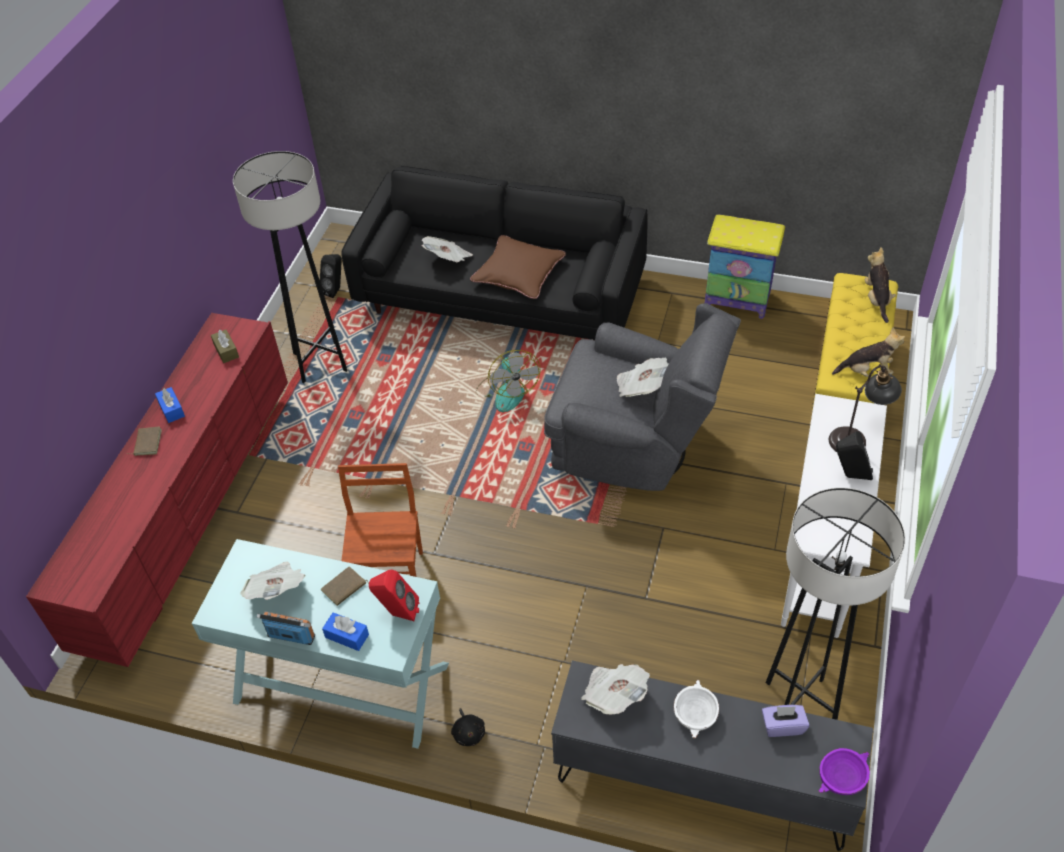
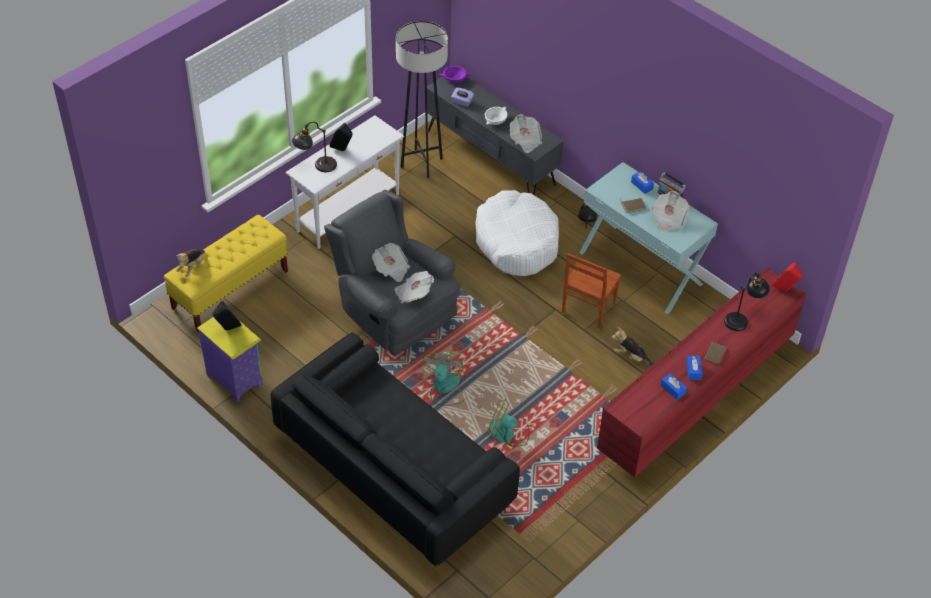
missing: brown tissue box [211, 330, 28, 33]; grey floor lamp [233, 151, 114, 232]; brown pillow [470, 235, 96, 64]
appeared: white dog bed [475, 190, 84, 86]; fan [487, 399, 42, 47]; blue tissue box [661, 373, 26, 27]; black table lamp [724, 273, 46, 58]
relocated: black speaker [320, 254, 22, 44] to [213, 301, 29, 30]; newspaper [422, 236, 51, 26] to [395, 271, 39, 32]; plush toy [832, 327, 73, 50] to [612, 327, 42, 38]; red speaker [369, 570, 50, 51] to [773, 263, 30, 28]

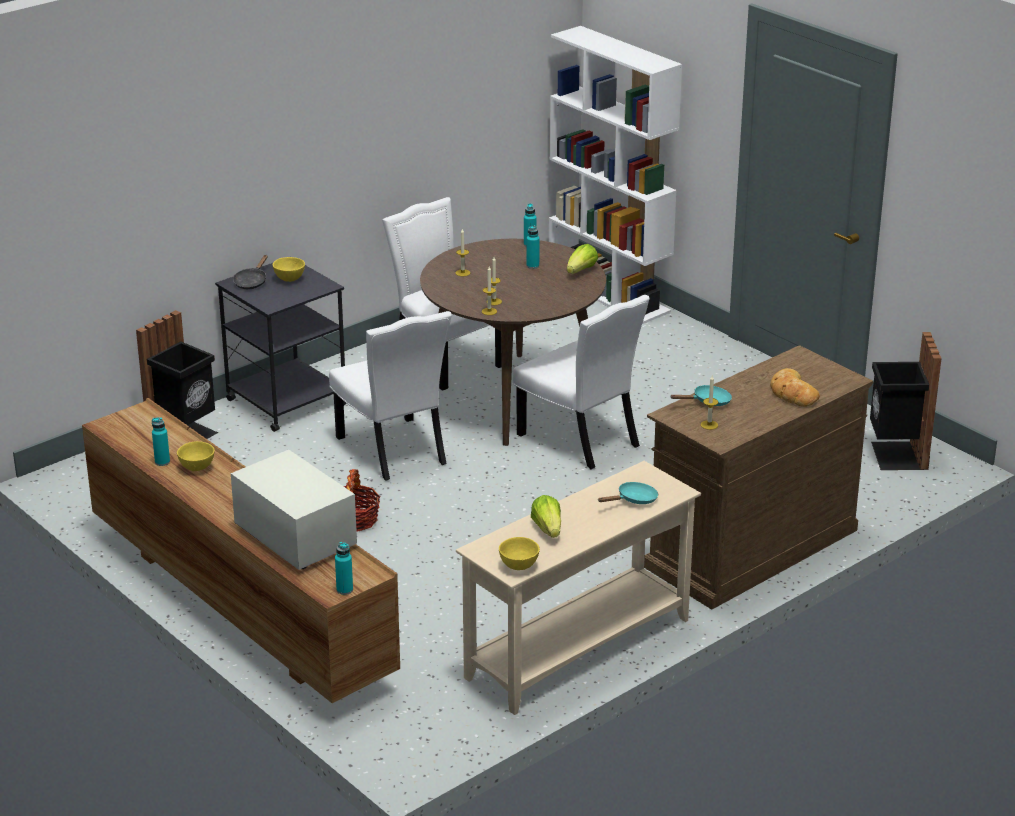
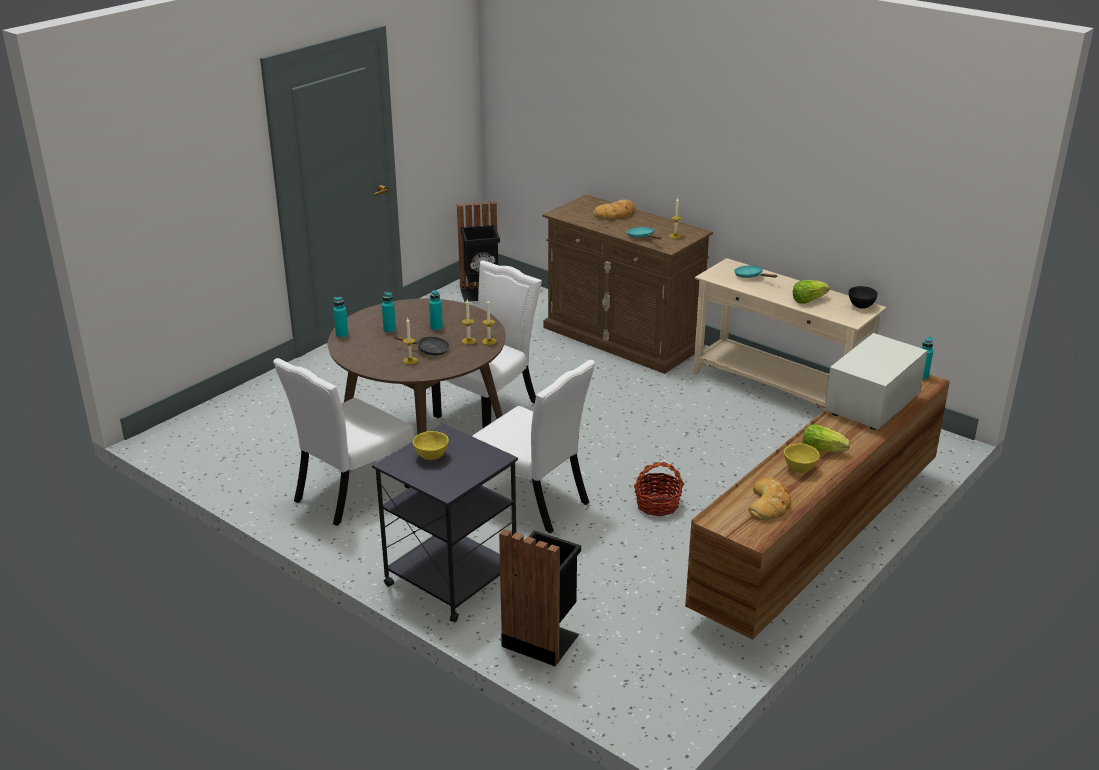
missing: white bookcase [549, 26, 133, 298]
appeared: bread [749, 478, 42, 42]
relocated: black frying pan [233, 255, 35, 34] to [395, 336, 55, 20]; turquoise bottle [152, 417, 18, 49] to [429, 290, 14, 41]; lettuce [567, 244, 31, 30] to [802, 424, 48, 28]
colour: yellow bowl [499, 537, 41, 33] to black bowl [849, 286, 29, 23]
spun: white chair [329, 311, 123, 170] = [472, 360, 123, 173] 75 degrees clockwise

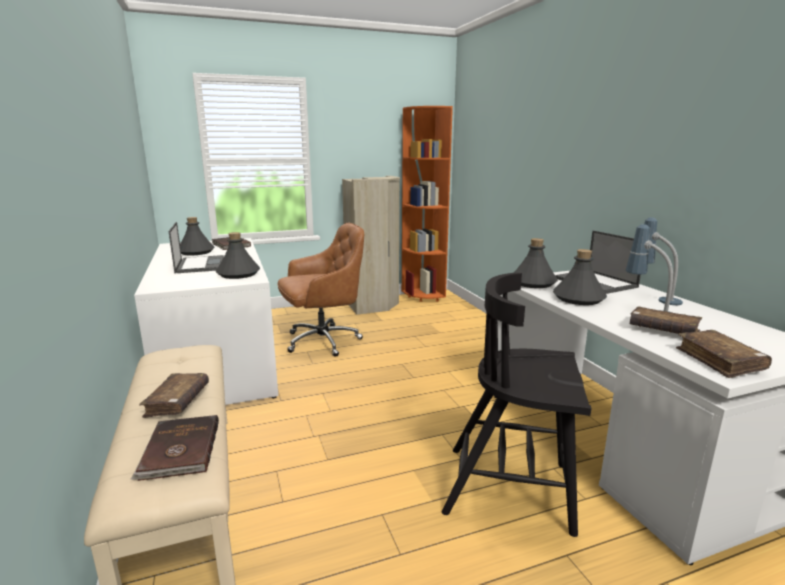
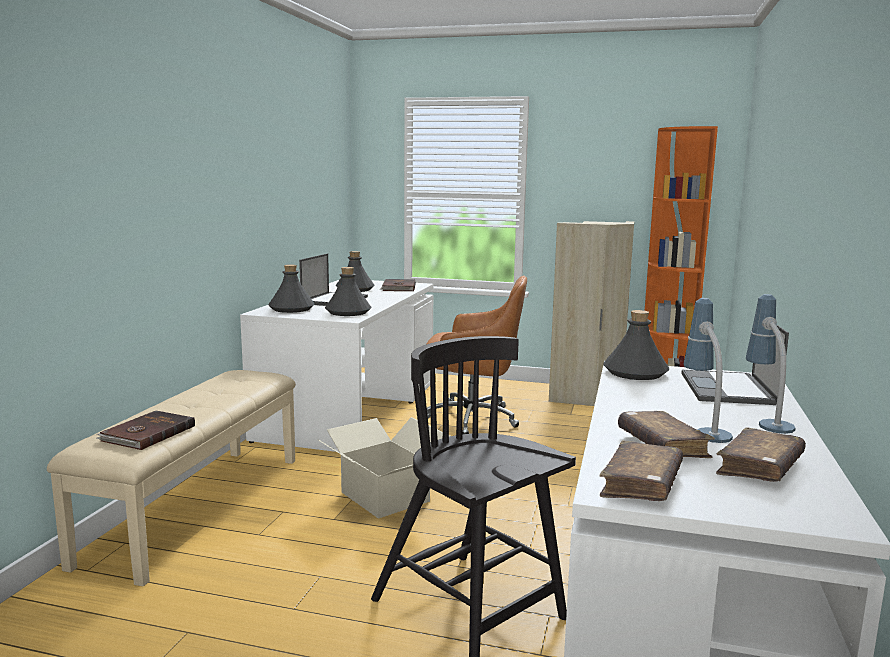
appeared: cardboard box [318, 417, 132, 102]
relocated: grey bottle [553, 249, 54, 56] to [268, 264, 46, 49]; brown book [139, 373, 70, 45] to [716, 427, 90, 55]

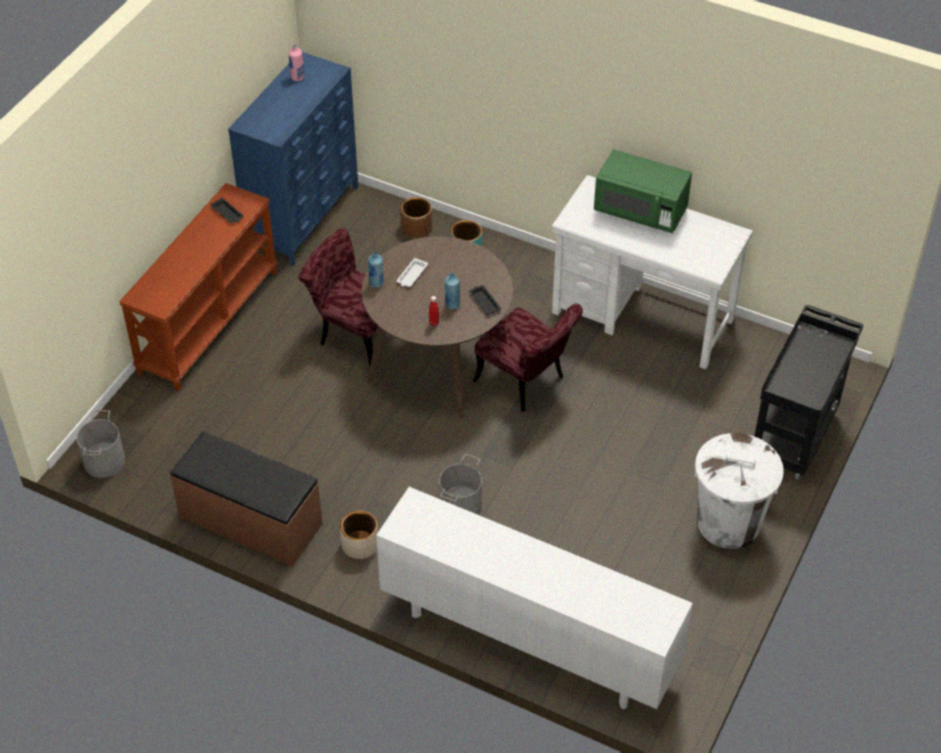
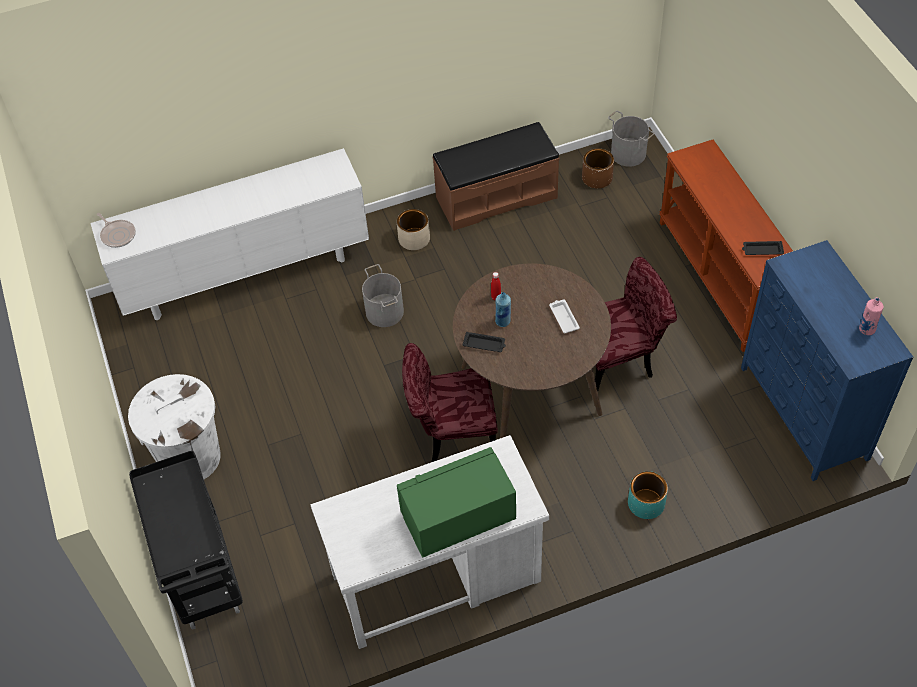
missing: blue bottle [368, 252, 16, 36]
appeared: frying pan [97, 213, 39, 35]
relocated: brown planter [400, 197, 33, 41] to [582, 148, 32, 41]

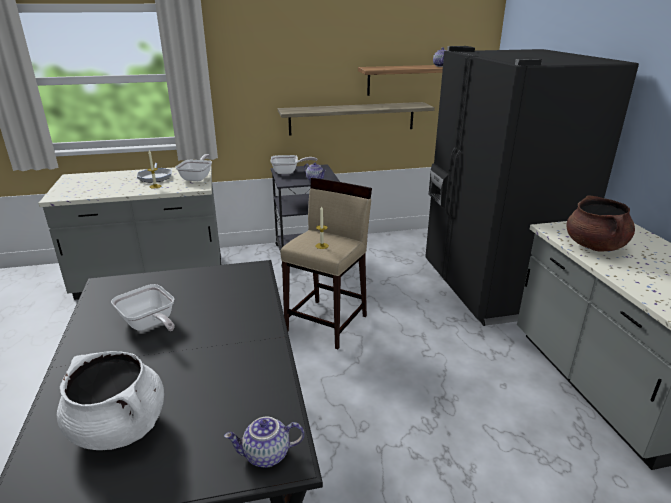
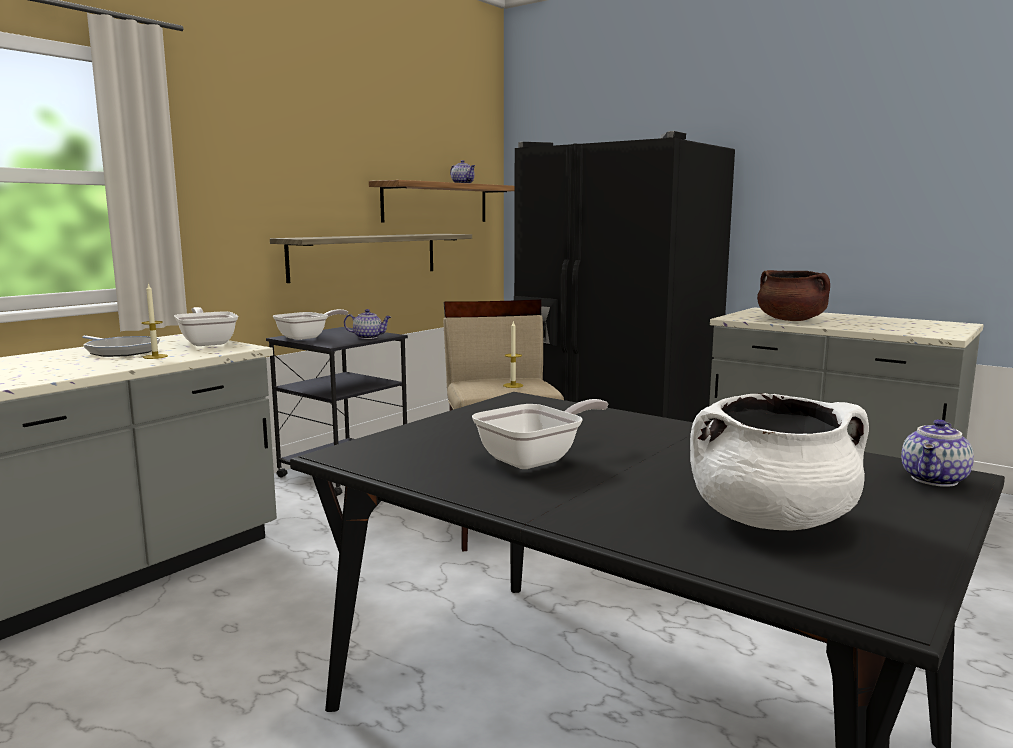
spun: frying pan [111, 284, 64, 47] = [472, 399, 136, 70] 45 degrees counterclockwise

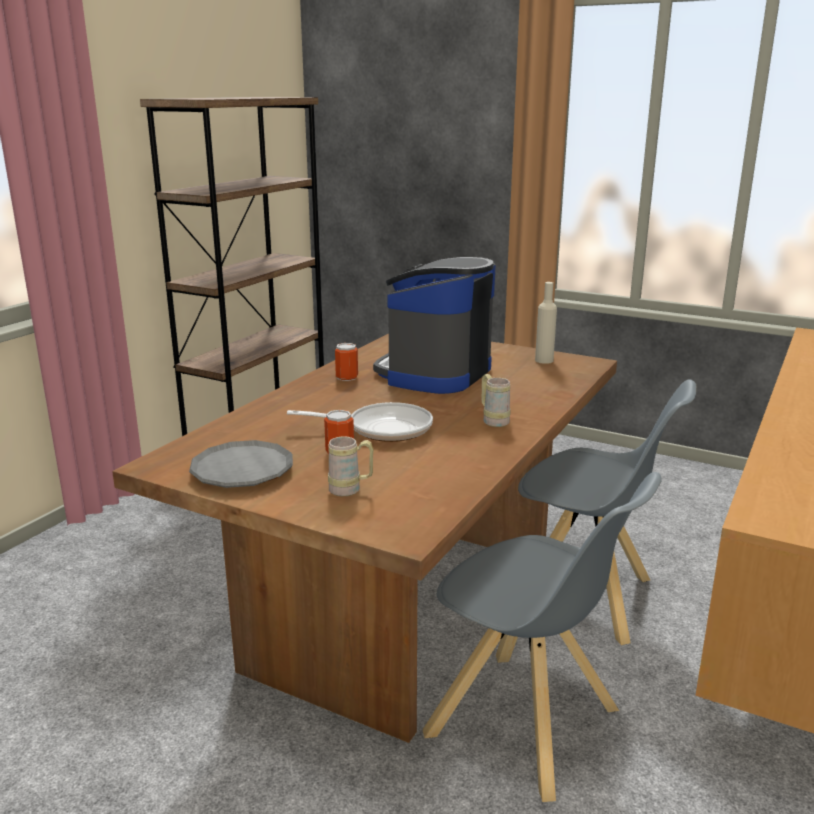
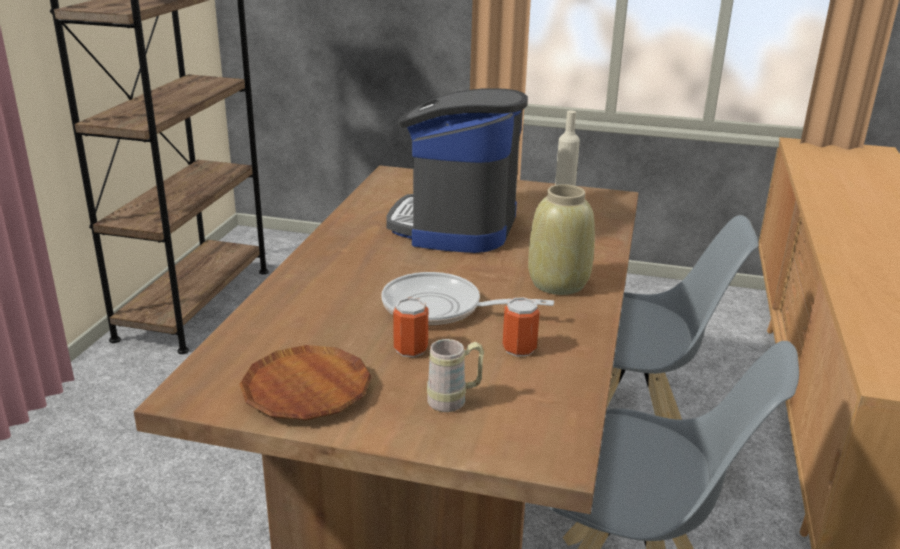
relocated: can [335, 343, 23, 38] to [503, 297, 37, 60]
exchanged: beige mug [481, 374, 29, 53] to beige vase [528, 184, 67, 111]
colour: grey plate [189, 440, 104, 48] to brown plate [239, 345, 133, 75]
spun: frying pan [287, 402, 146, 40] = [381, 272, 173, 54] 150 degrees counterclockwise

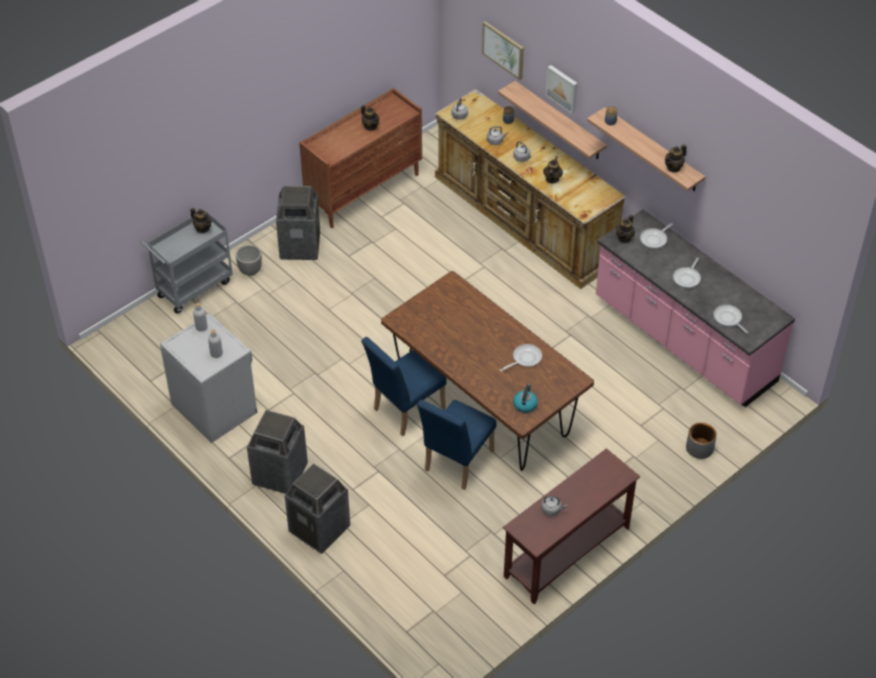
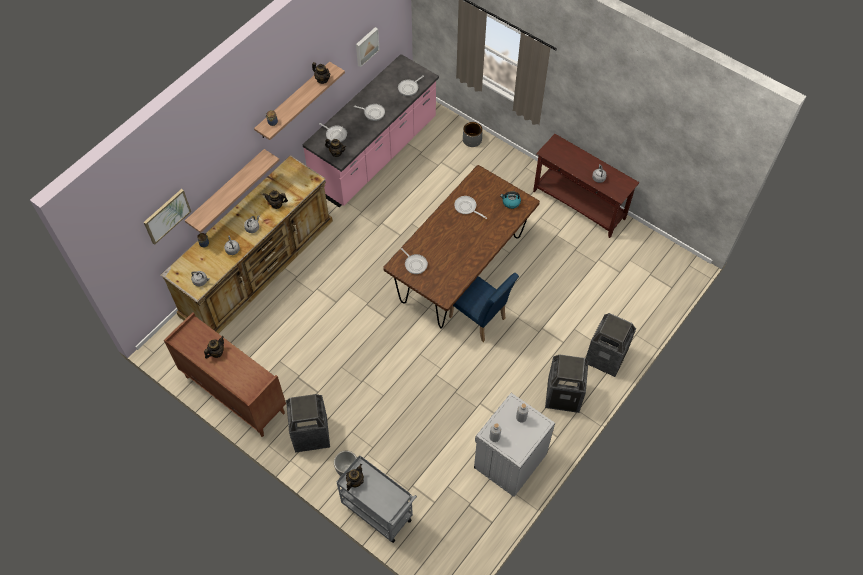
missing: blue chair [417, 400, 79, 90]
appeared: frying pan [401, 248, 27, 26]
relocated: picture [546, 65, 32, 49] to [356, 27, 23, 40]

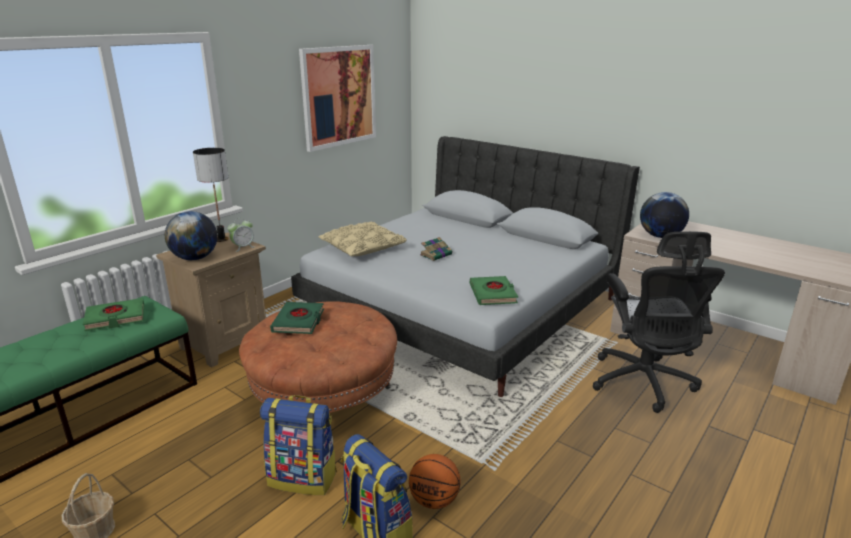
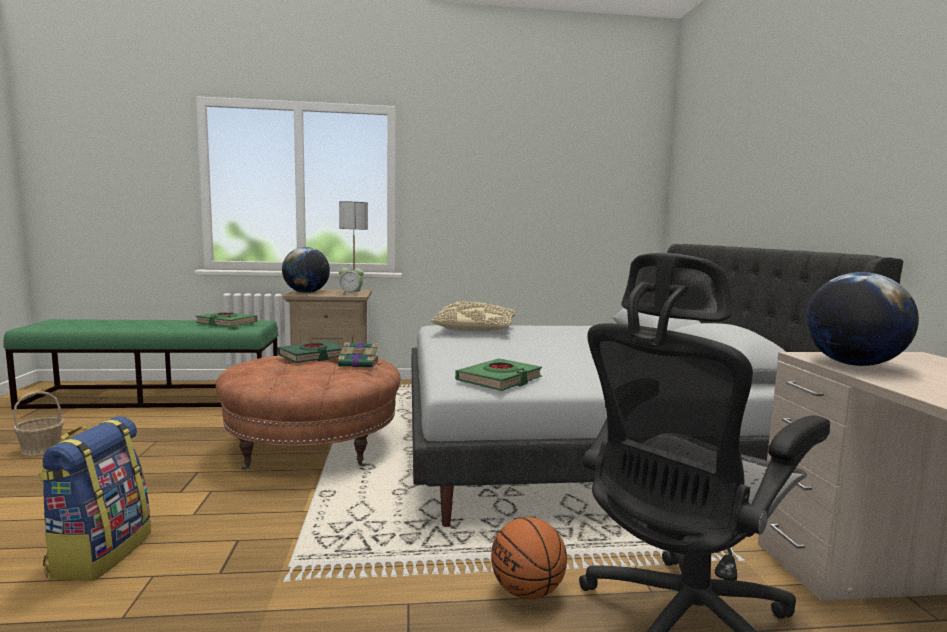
missing: backpack [260, 395, 77, 100]; picture [299, 45, 77, 107]
relocated: book [420, 237, 32, 24] to [338, 342, 42, 26]; basketball [409, 454, 51, 55] to [491, 517, 76, 82]

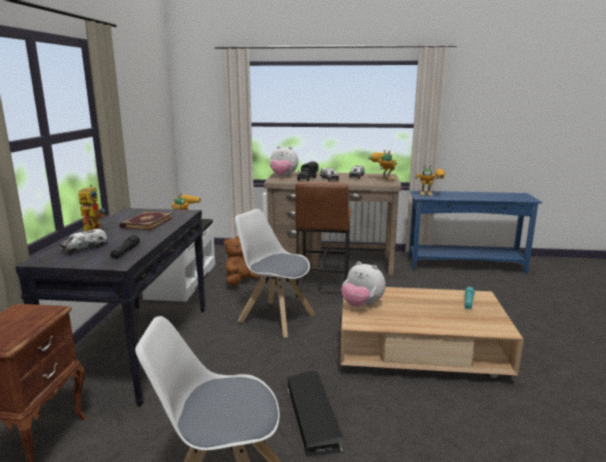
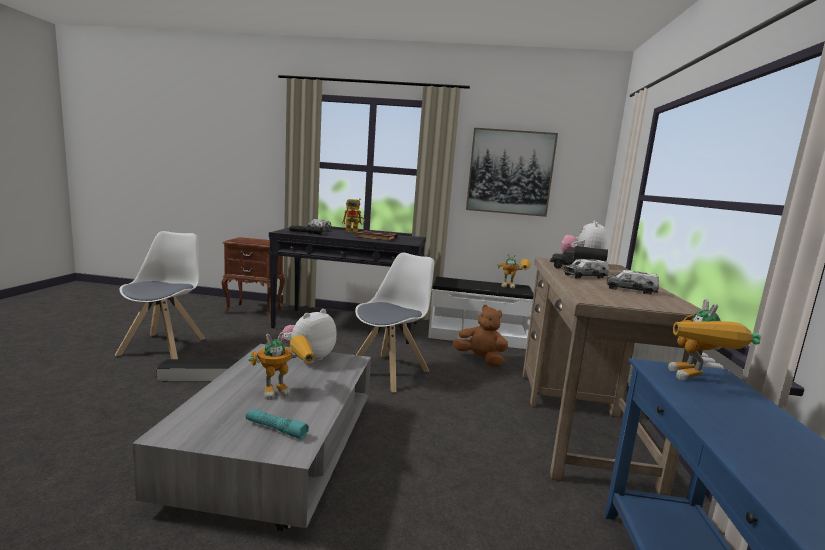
missing: brown stool [295, 182, 56, 116]
appeared: picture [466, 128, 92, 89]
relocated: toy robot [368, 149, 29, 32] to [248, 332, 66, 68]
colour: brown coffee table [340, 287, 184, 91] to grey coffee table [132, 344, 239, 187]

